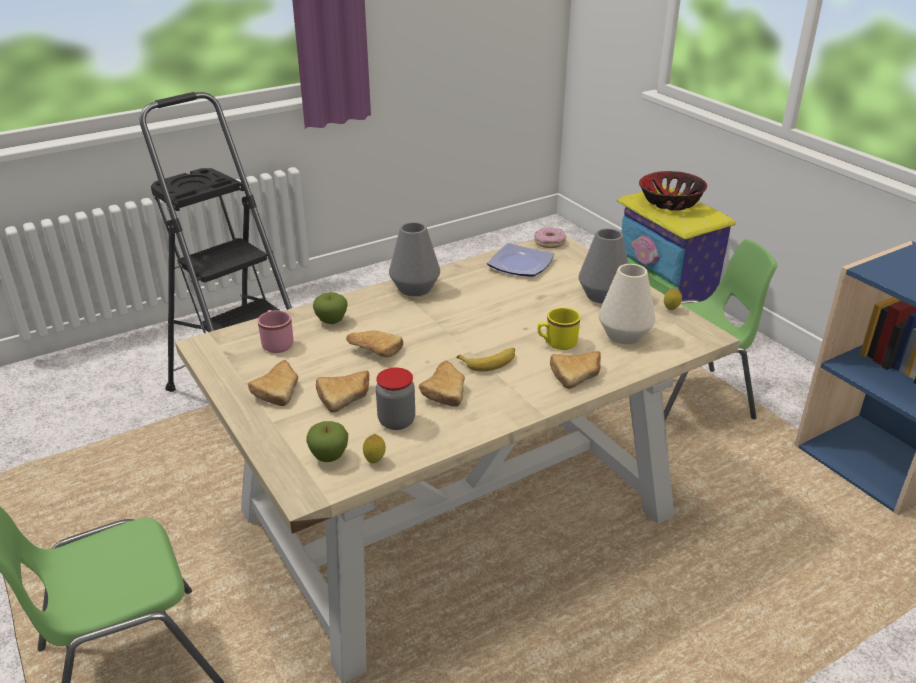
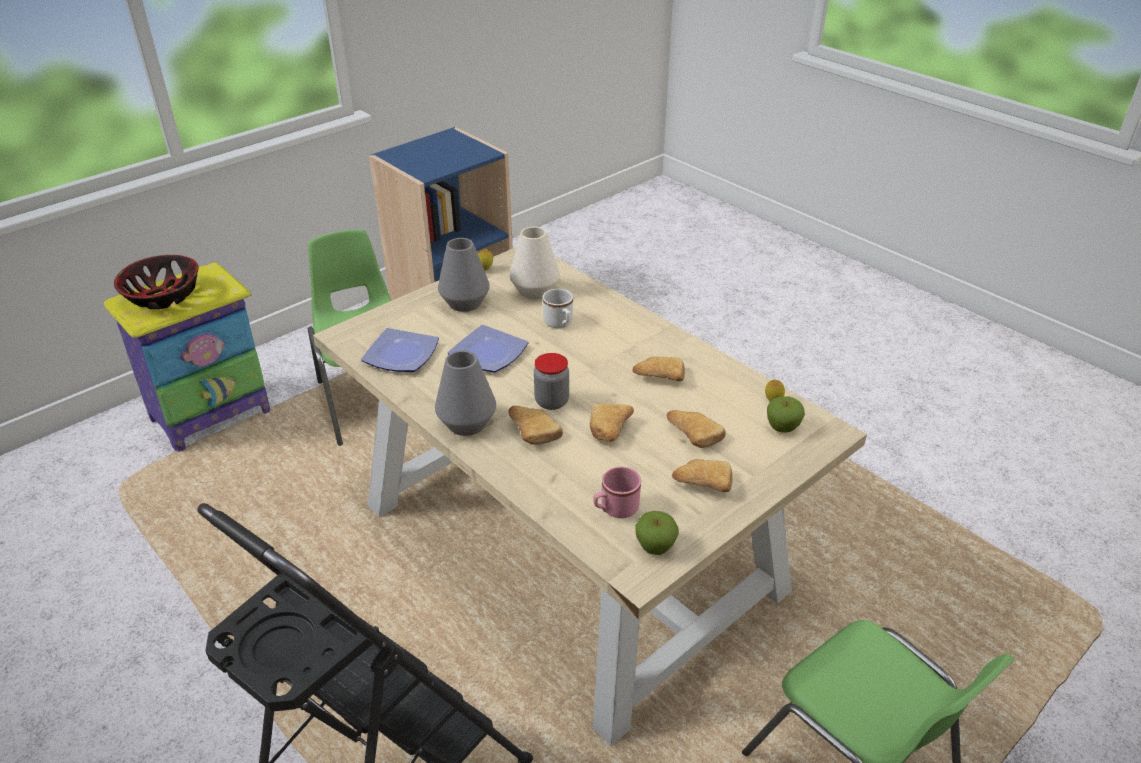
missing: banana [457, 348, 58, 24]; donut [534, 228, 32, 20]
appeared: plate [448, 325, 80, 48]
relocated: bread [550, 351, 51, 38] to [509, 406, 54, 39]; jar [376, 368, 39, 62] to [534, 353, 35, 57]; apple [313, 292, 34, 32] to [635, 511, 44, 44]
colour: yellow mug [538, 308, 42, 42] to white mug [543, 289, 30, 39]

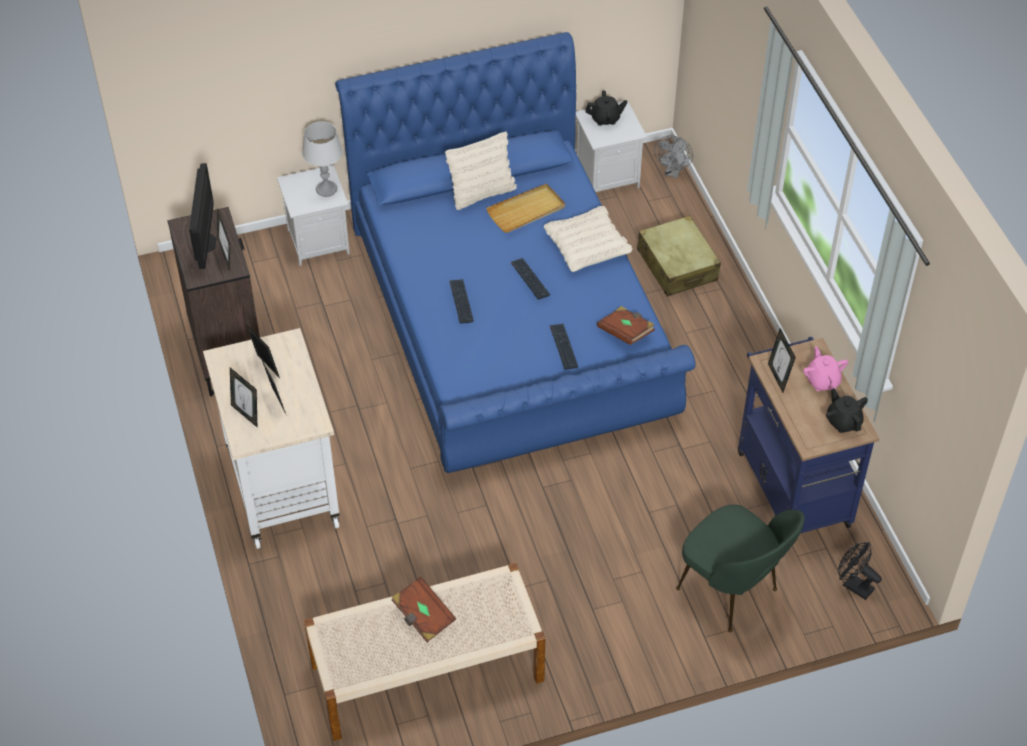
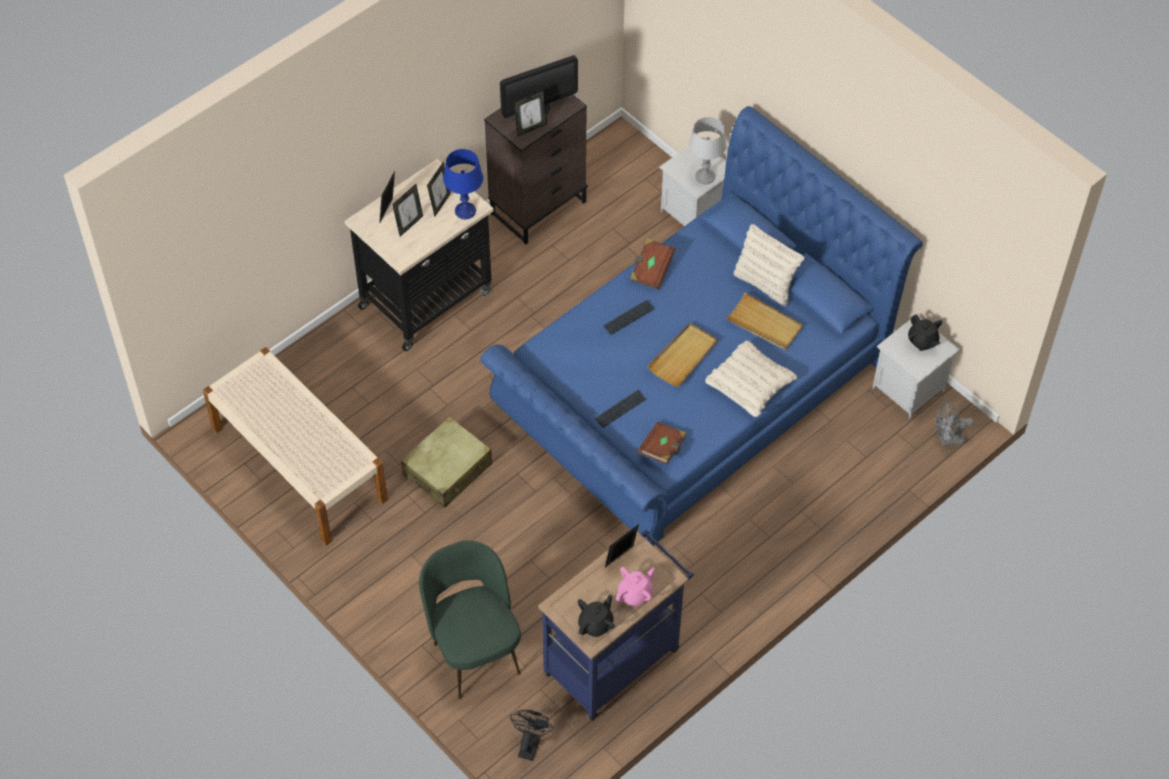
appeared: blue table lamp [443, 149, 40, 70]
relocated: beige suitcase [637, 216, 84, 81] to [401, 416, 91, 92]; brown book [392, 576, 64, 66] to [630, 238, 45, 51]
exchanged: keyboard [510, 258, 40, 42] to beige tray [647, 323, 70, 64]
colour: white cart [203, 328, 137, 221] to black cart [345, 159, 149, 192]
spun: green chair [676, 504, 129, 128] = [419, 541, 102, 158] 135 degrees clockwise

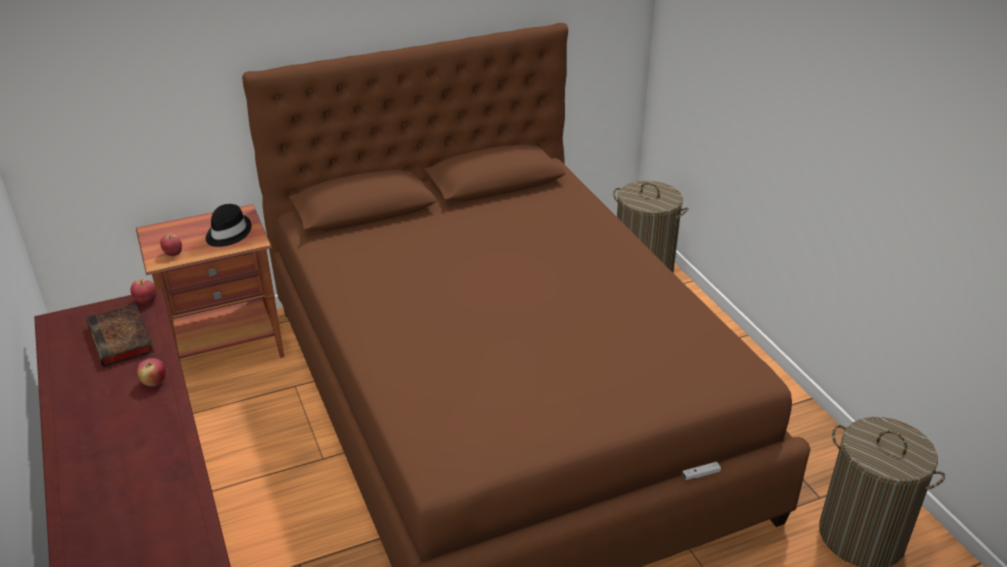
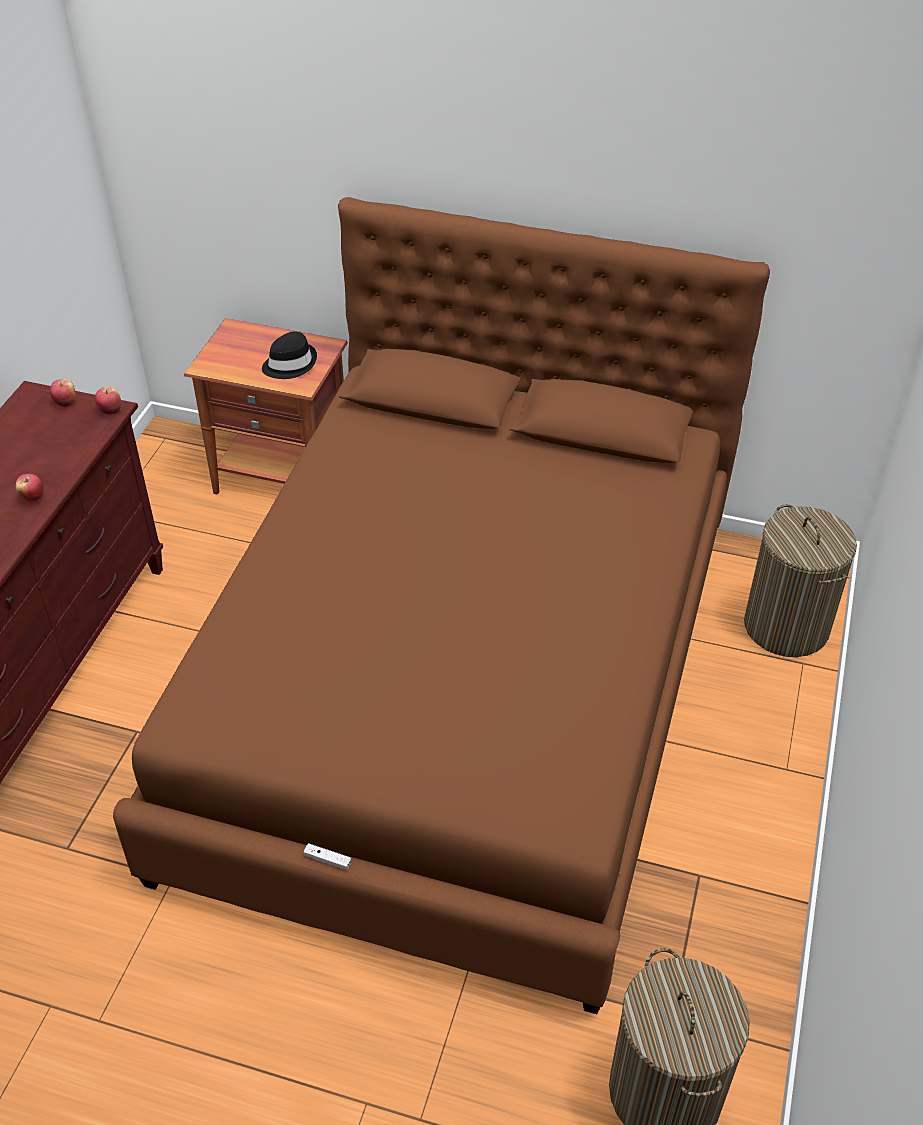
missing: book [86, 304, 69, 63]
relocated: apple [160, 234, 22, 22] to [50, 379, 26, 28]; white game controller [682, 462, 39, 18] to [304, 843, 47, 27]

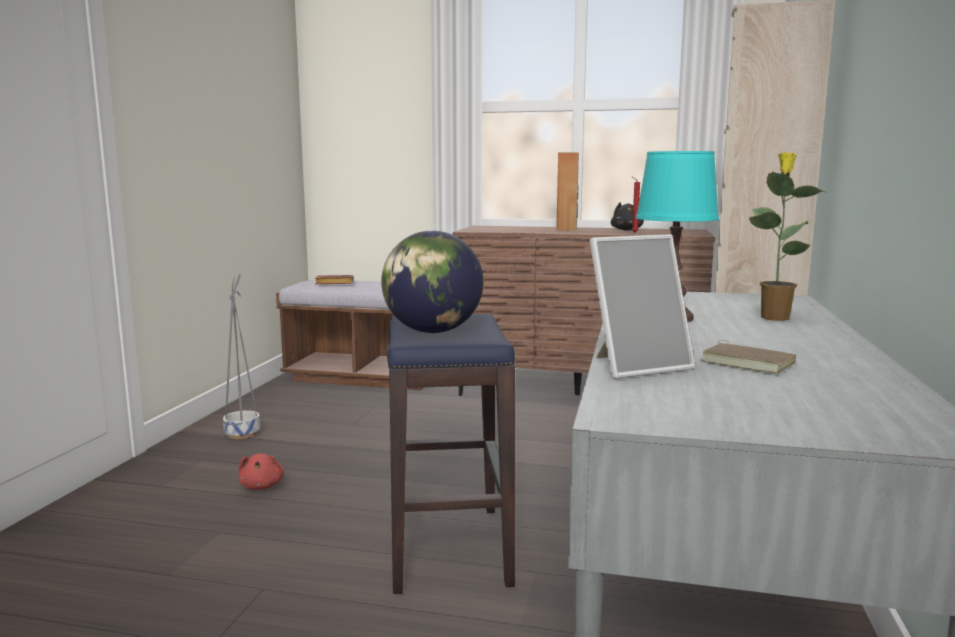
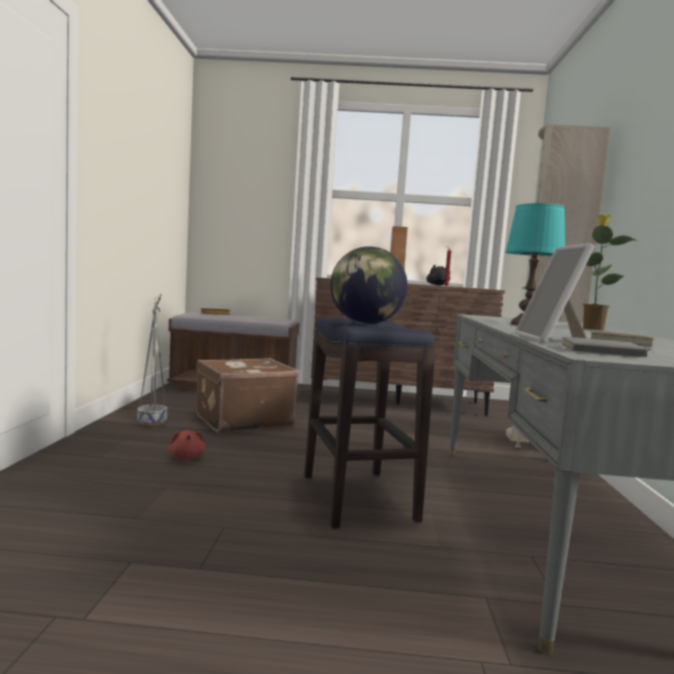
appeared: brown suitcase [196, 358, 103, 75]; grey book [562, 337, 92, 20]
spun: picture frame [590, 234, 105, 145] = [515, 243, 80, 100] 120 degrees clockwise

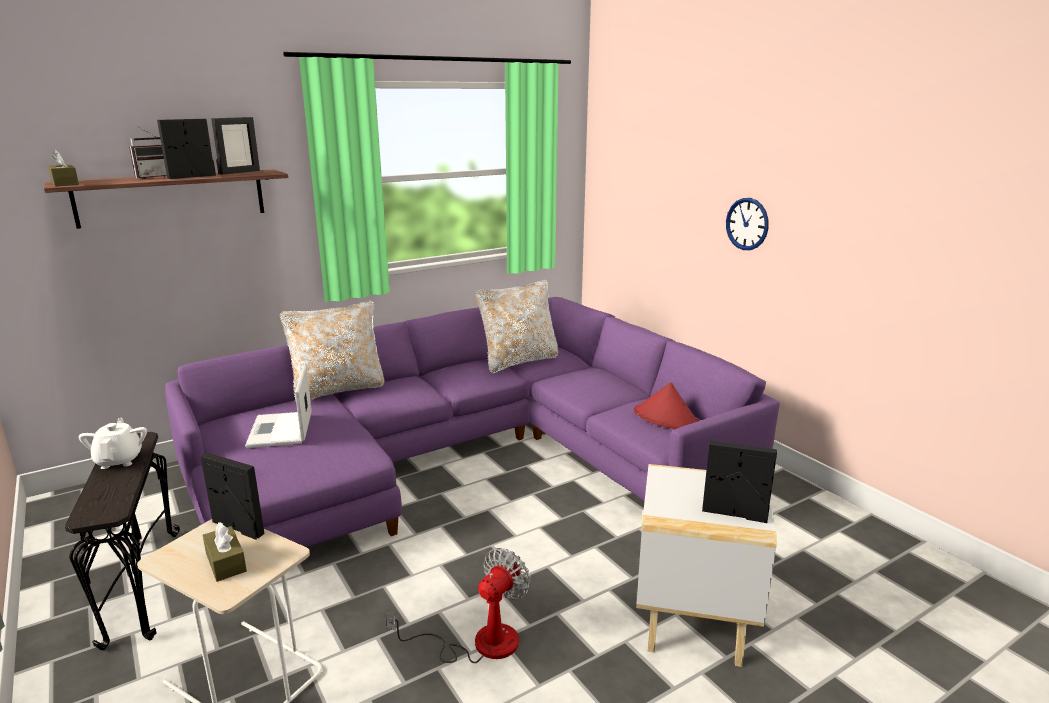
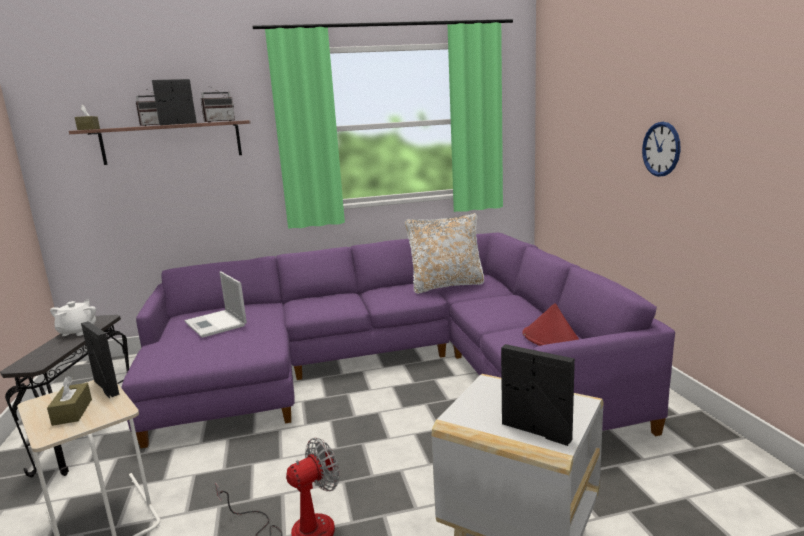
missing: white pillow [280, 301, 105, 99]
exchanged: picture frame [211, 117, 49, 58] to radio [201, 85, 34, 37]
spun: laptop [245, 366, 67, 82] = [184, 272, 63, 66] 45 degrees counterclockwise

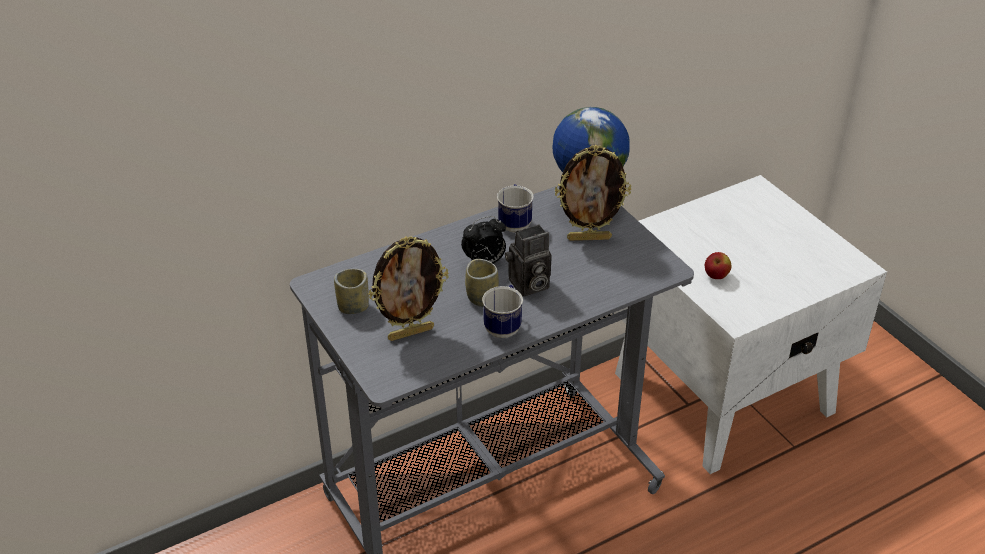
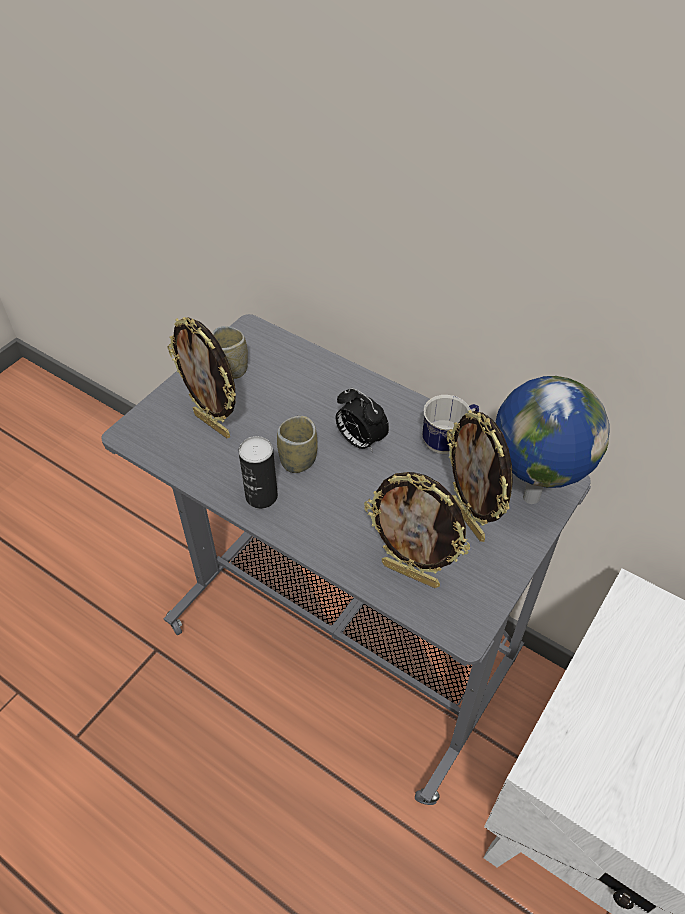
missing: photo camera [505, 224, 47, 73]; apple [705, 252, 26, 27]
appeared: picture frame [364, 472, 106, 116]
exchanged: mug [482, 285, 41, 53] to can [238, 436, 40, 73]

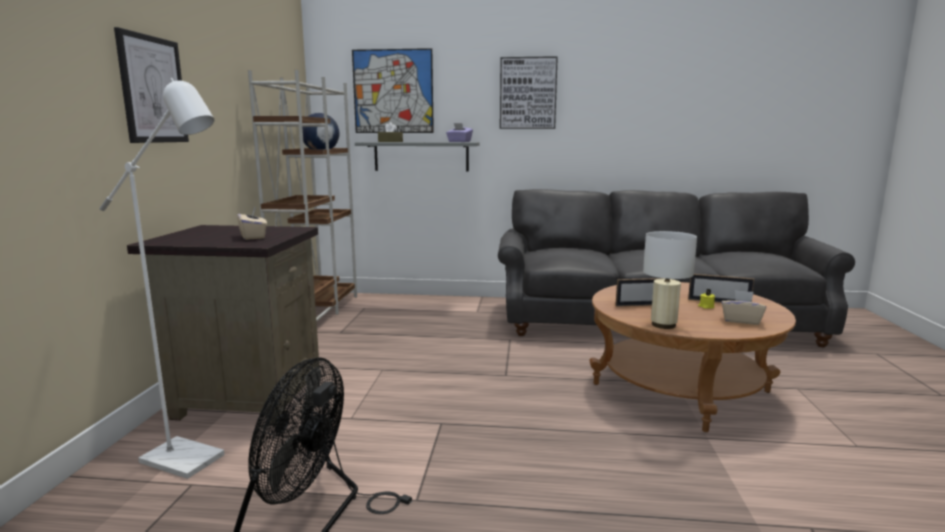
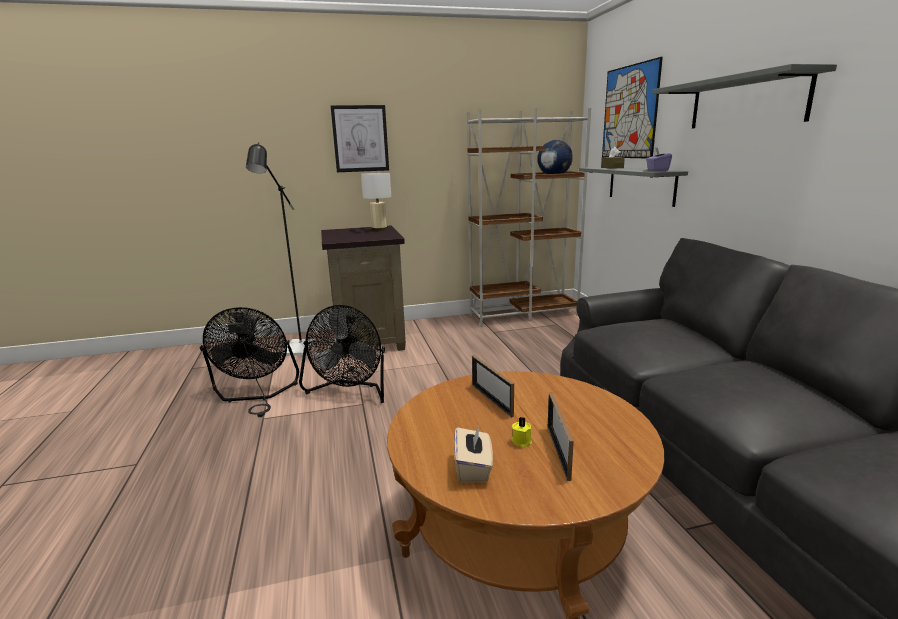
missing: beige tissue box [237, 207, 30, 33]
appeared: black fan [299, 305, 86, 98]
relocated: white table lamp [643, 231, 54, 98] to [361, 173, 30, 58]
exchanged: picture [500, 56, 58, 73] to grey shelf [652, 64, 185, 64]
colour: white floor lamp [100, 78, 125, 401] to black floor lamp [246, 142, 69, 214]

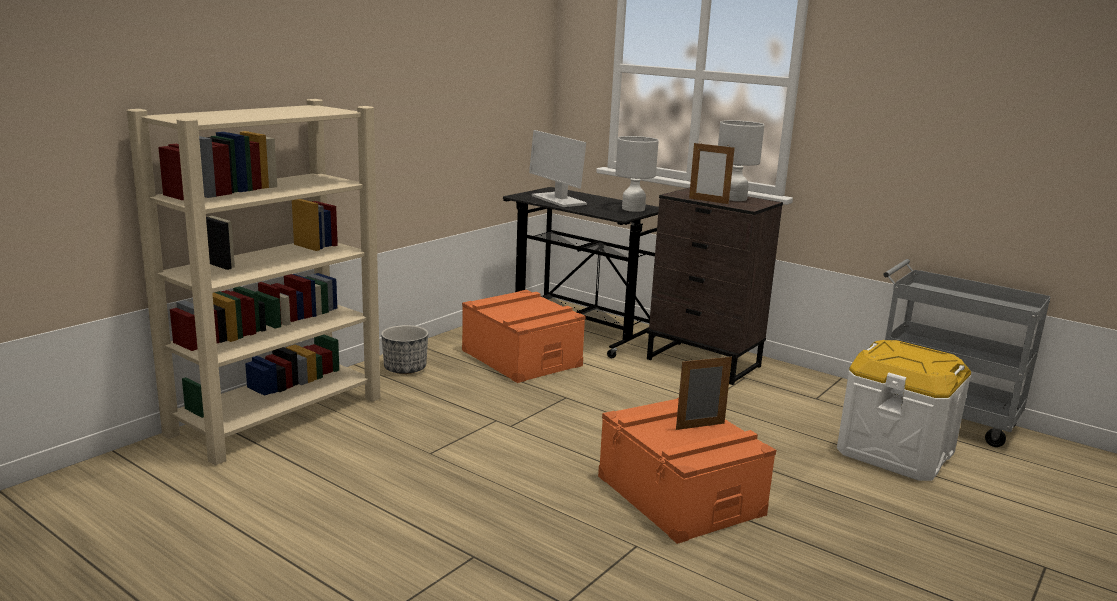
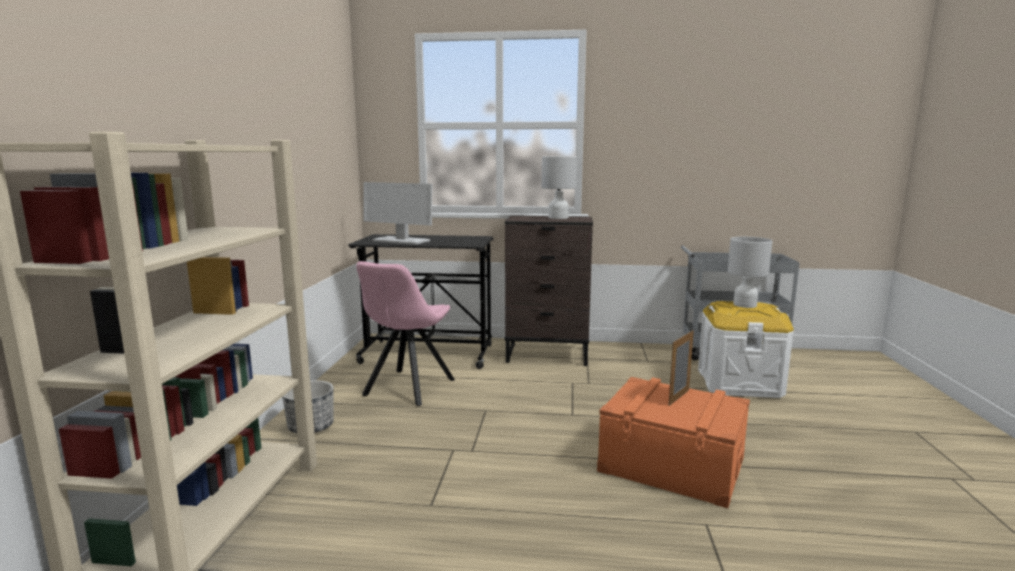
missing: picture frame [689, 143, 46, 61]
relocated: grey table lamp [616, 136, 43, 76] to [728, 237, 45, 71]
exchanged: orange storage box [462, 290, 123, 93] to pink chair [356, 261, 99, 145]

